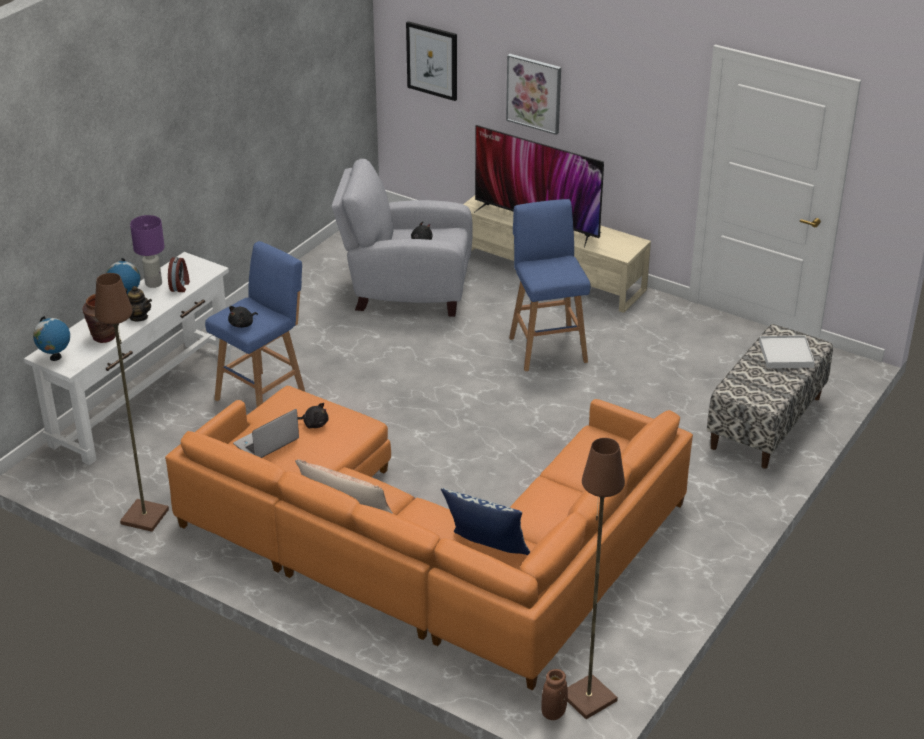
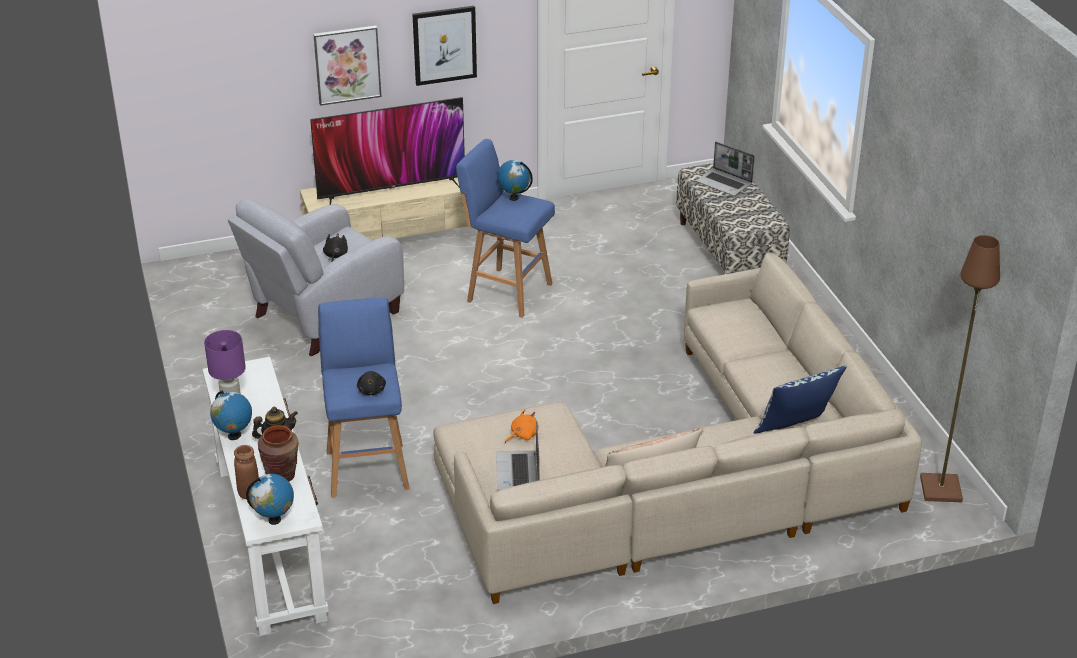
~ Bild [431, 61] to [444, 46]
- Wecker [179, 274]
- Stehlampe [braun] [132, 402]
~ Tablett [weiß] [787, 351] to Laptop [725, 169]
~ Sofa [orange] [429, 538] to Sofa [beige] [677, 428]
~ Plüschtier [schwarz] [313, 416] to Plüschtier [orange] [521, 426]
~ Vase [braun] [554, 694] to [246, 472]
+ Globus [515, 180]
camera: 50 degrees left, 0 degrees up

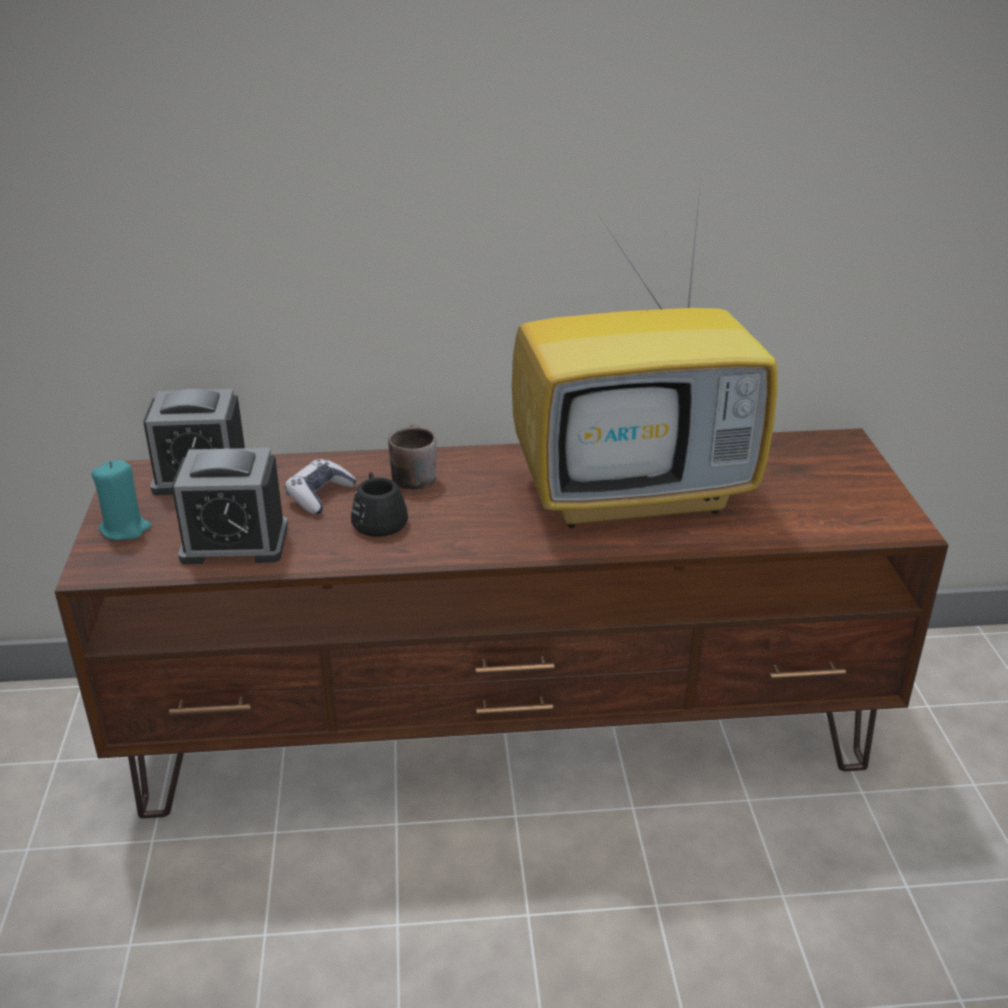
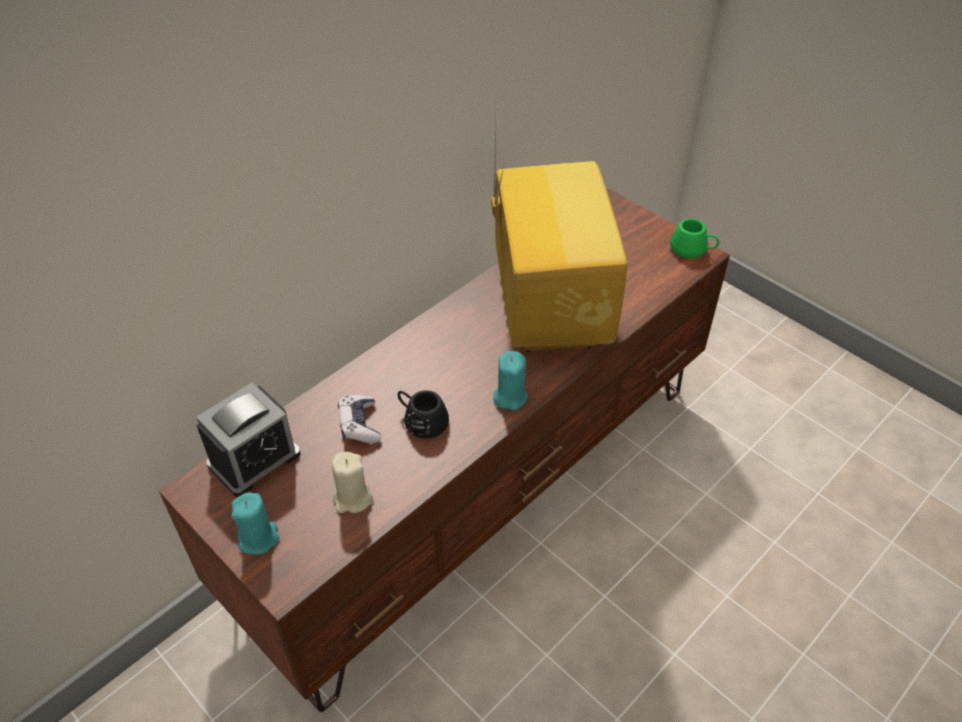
~ Fernseher [645, 354] = [559, 234] 45 degrees counterclockwise
- Henkelbecher [braun] [412, 457]
~ Wecker [229, 506] to Kerze [beige] [352, 482]
+ Henkelbecher [grün] [694, 238]
+ Kerze [türkis] [510, 380]
camera: 40 degrees left, 15 degrees up

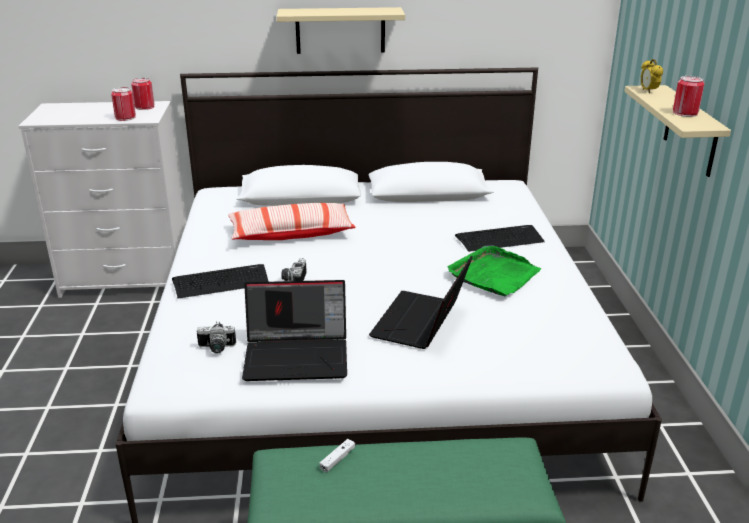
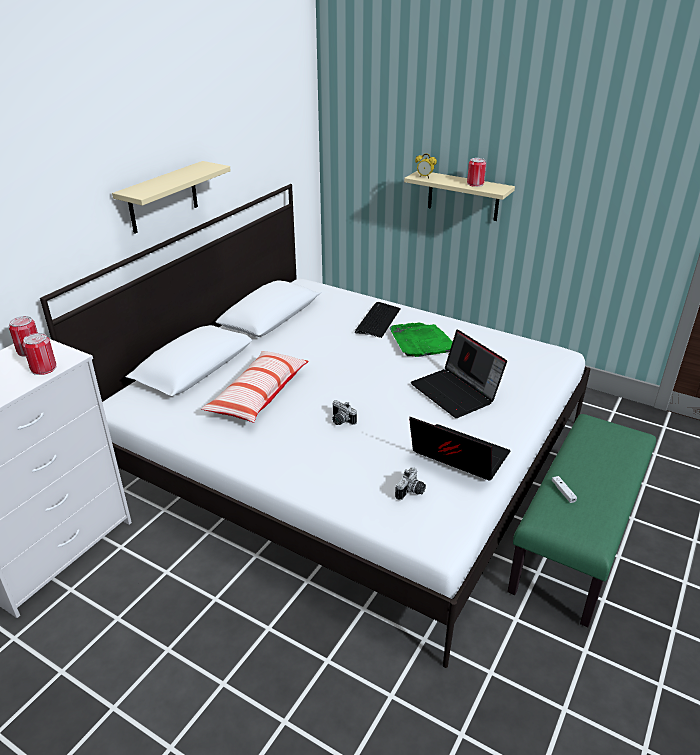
- Tastatur [220, 281]
~ Laptop [294, 330] = [459, 448] 90 degrees counterclockwise
camera: 55 degrees left, 5 degrees up

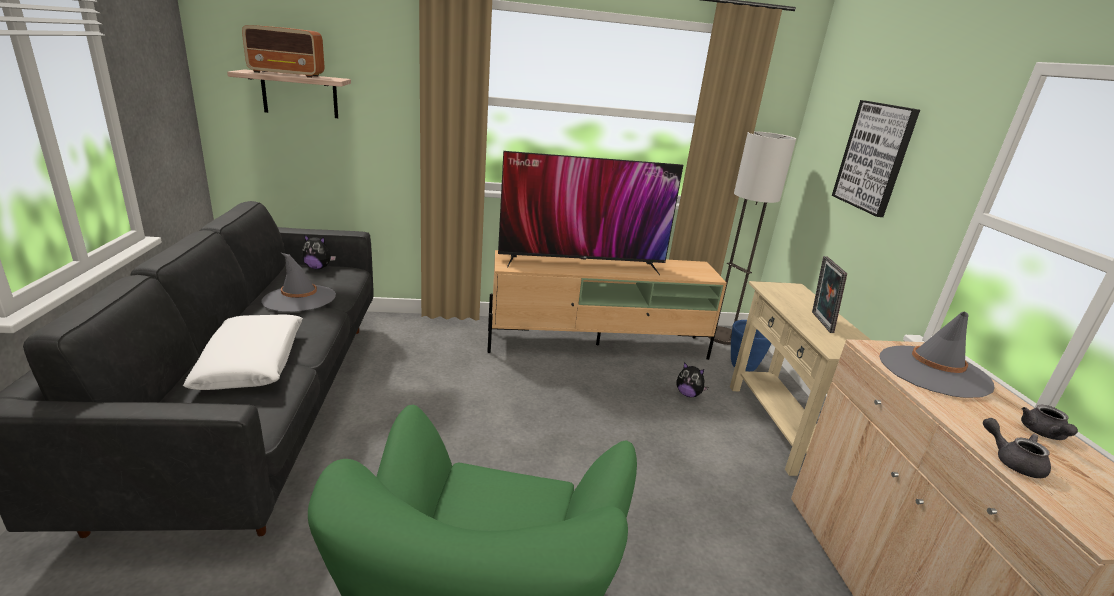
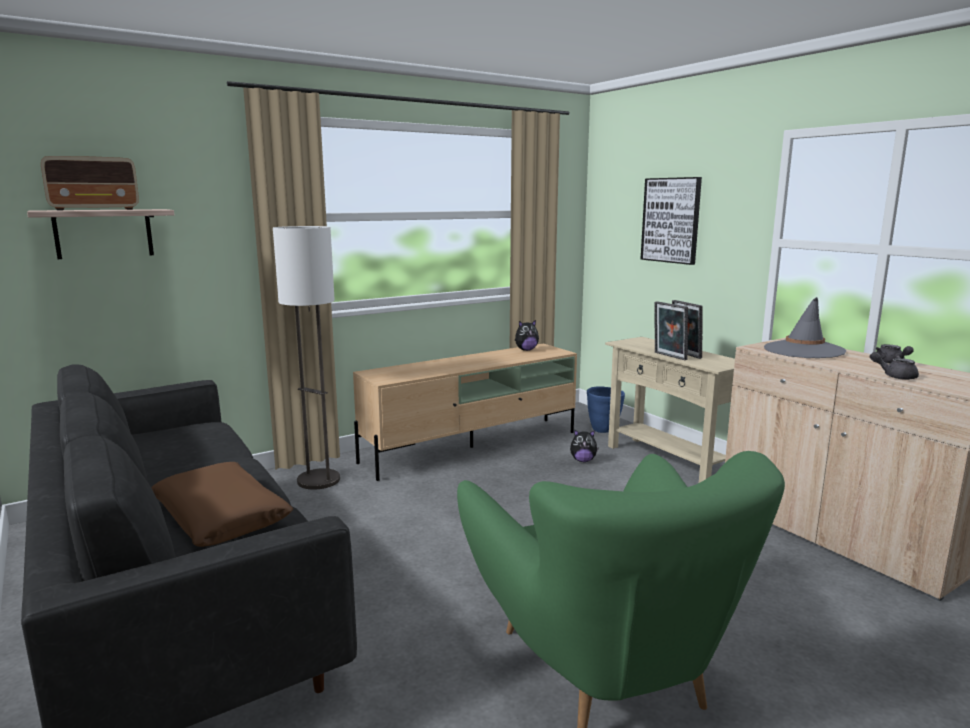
~ Stehlampe [752, 238] to [306, 358]
- Fernseher [590, 213]
~ Plüschtier [319, 252] to [527, 335]
- Hut [grau] [298, 282]
~ Kissen [weiß] [243, 352] to Kissen [braun] [222, 504]
+ Bilderrahmen [671, 330]
camera: 25 degrees left, 10 degrees down

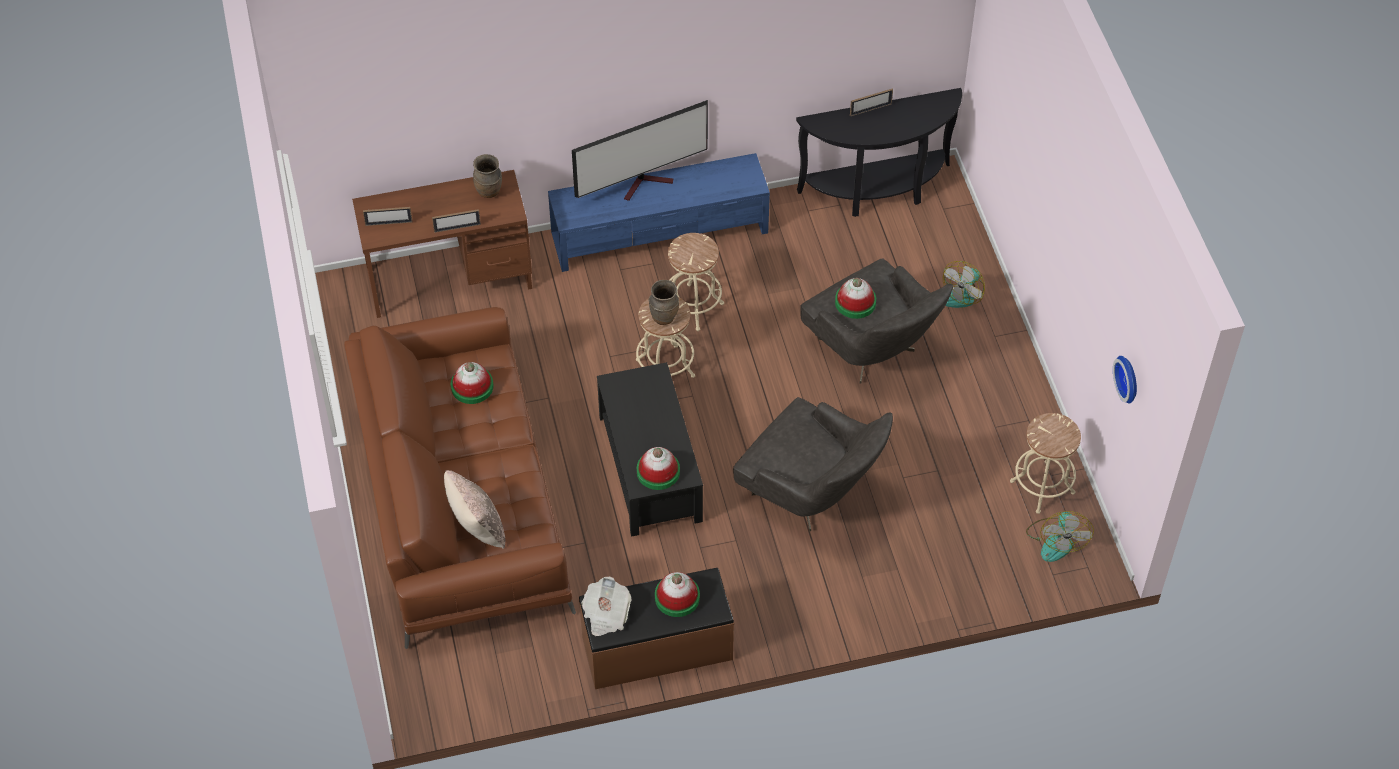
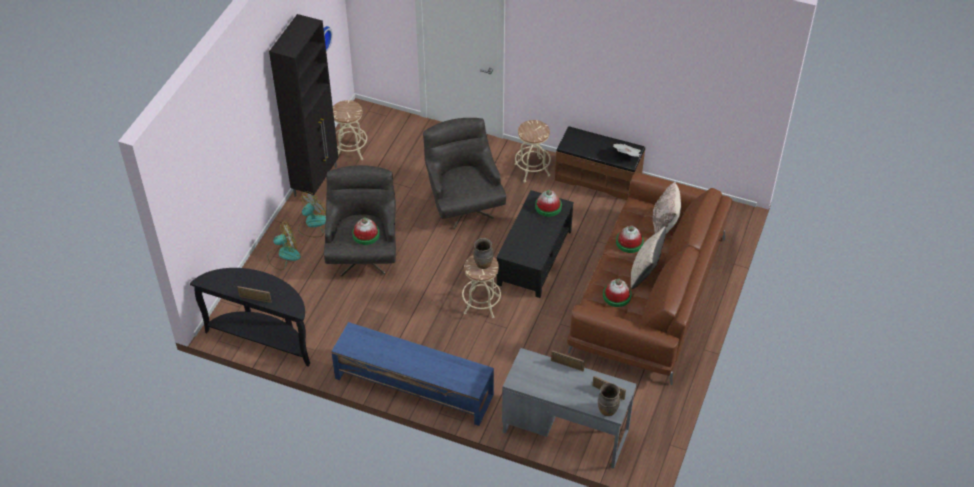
- Fernseher [640, 150]
~ Vase [braun] [487, 176] to [609, 399]
~ Schreibtisch [braun] [442, 244] to Schreibtisch [grau] [569, 408]
~ Hocker [beige] [696, 282] to [533, 151]
~ Ventilator [1060, 536] to [312, 214]
~ Hut [677, 594] to [630, 239]
+ Schrank [schwarz] [304, 107]
+ Kissen [beige] [648, 258]
camera: 145 degrees left, 5 degrees down

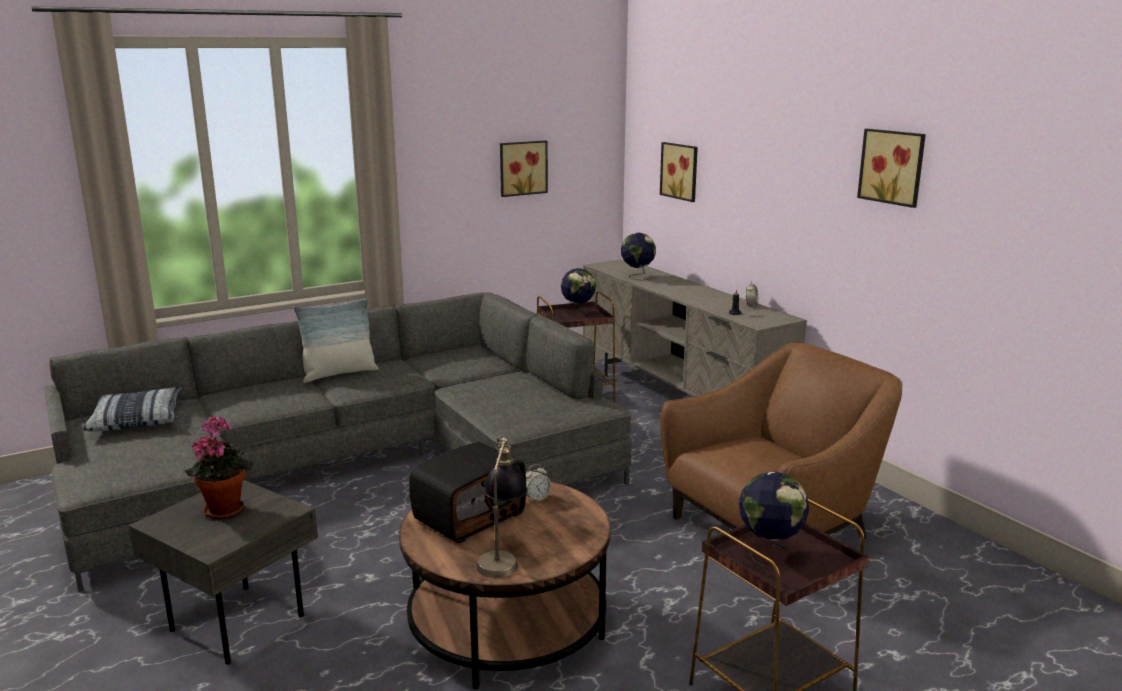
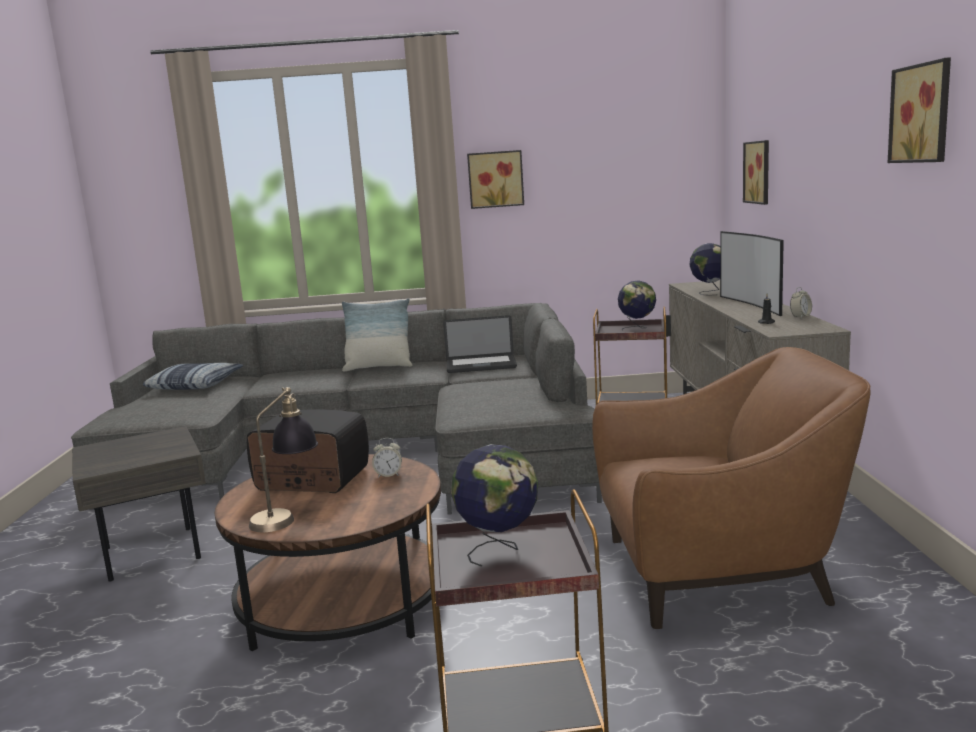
~ Bild [524, 169] to [495, 179]
- Topfpflanze [219, 467]
~ Radio [467, 492] = [308, 451] 150 degrees counterclockwise
+ Fernseher [752, 273]
+ Laptop [480, 344]
camera: 30 degrees right, 5 degrees down

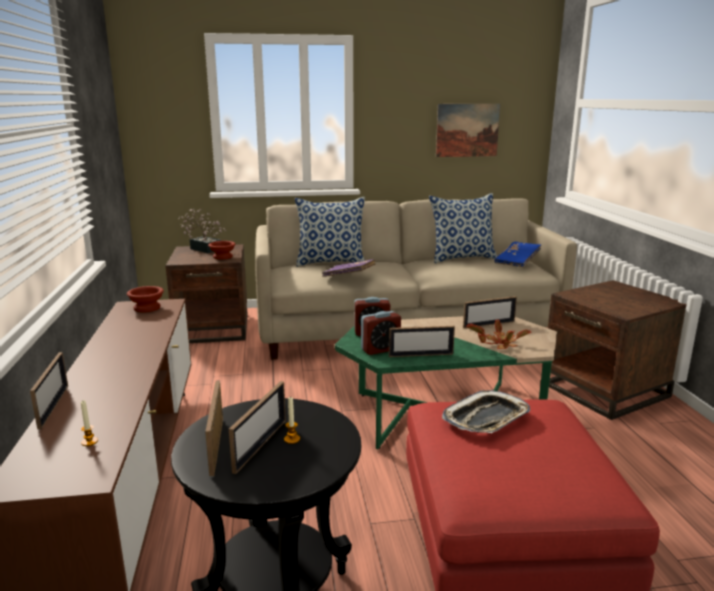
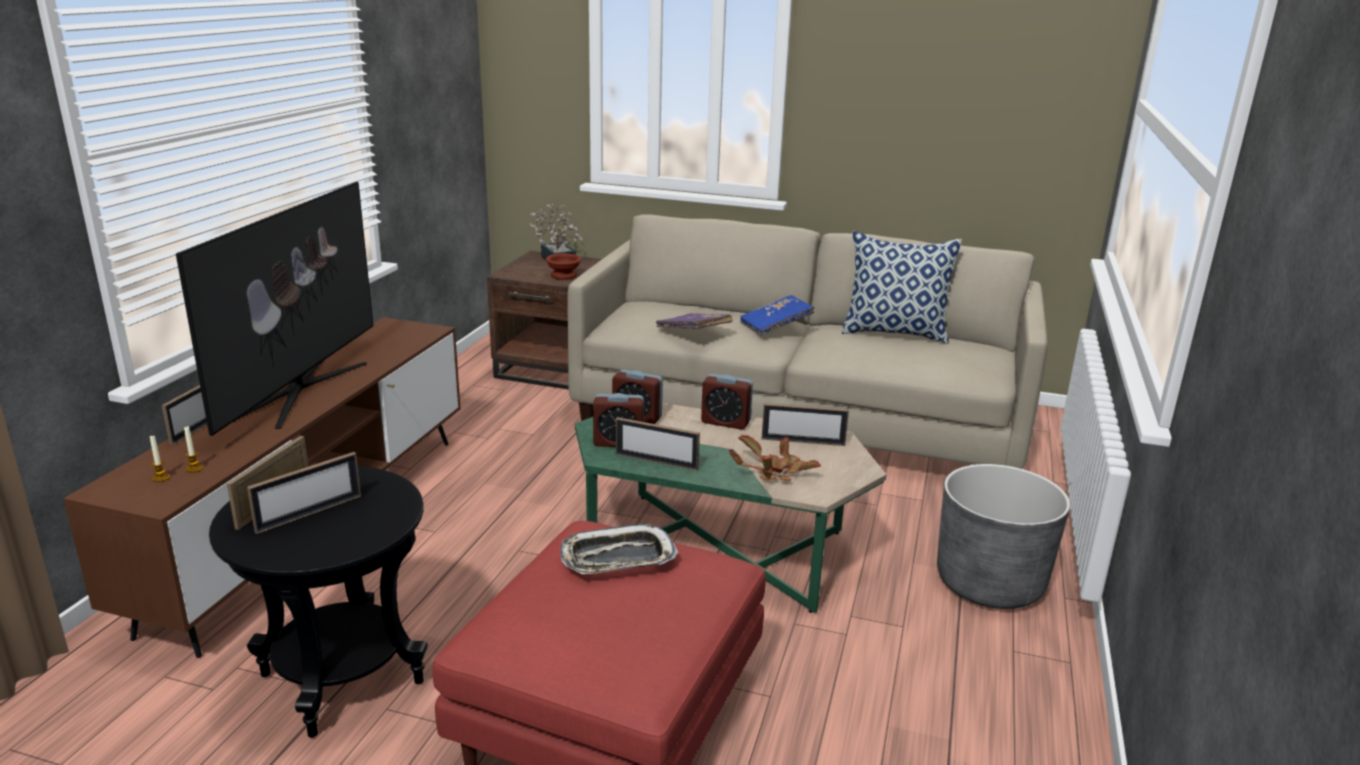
- Bild [468, 130]
- Kissen [330, 232]
~ Buch [blau] [517, 254] to [777, 315]
~ Beistelltisch [braun] [617, 350] to Pflanzkübel [grau] [1003, 536]
- Schüssel [braun] [145, 299]
~ Kerze [292, 420] to [160, 459]
+ Fernseher [274, 309]
+ Wecker [727, 402]
camera: 25 degrees right, 5 degrees up

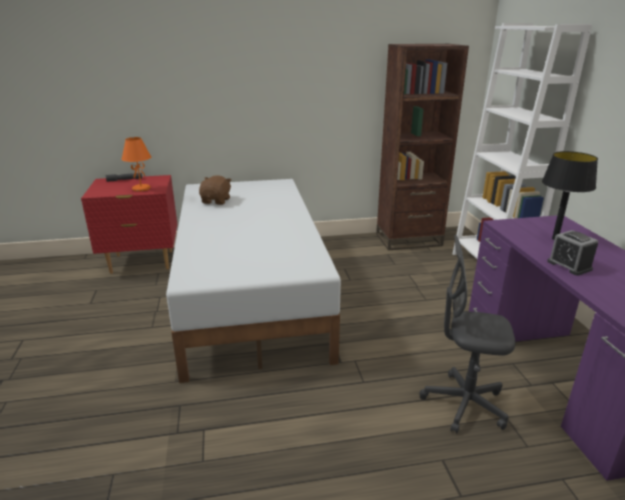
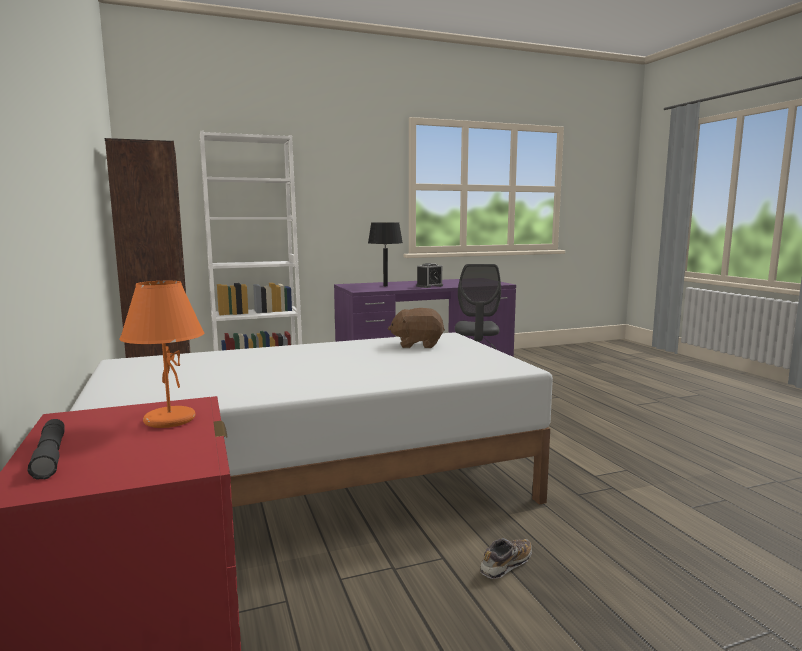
~ Plüschtier [braun] [215, 190] to [416, 328]
+ Schuh [506, 559]
camera: 100 degrees left, 15 degrees down

